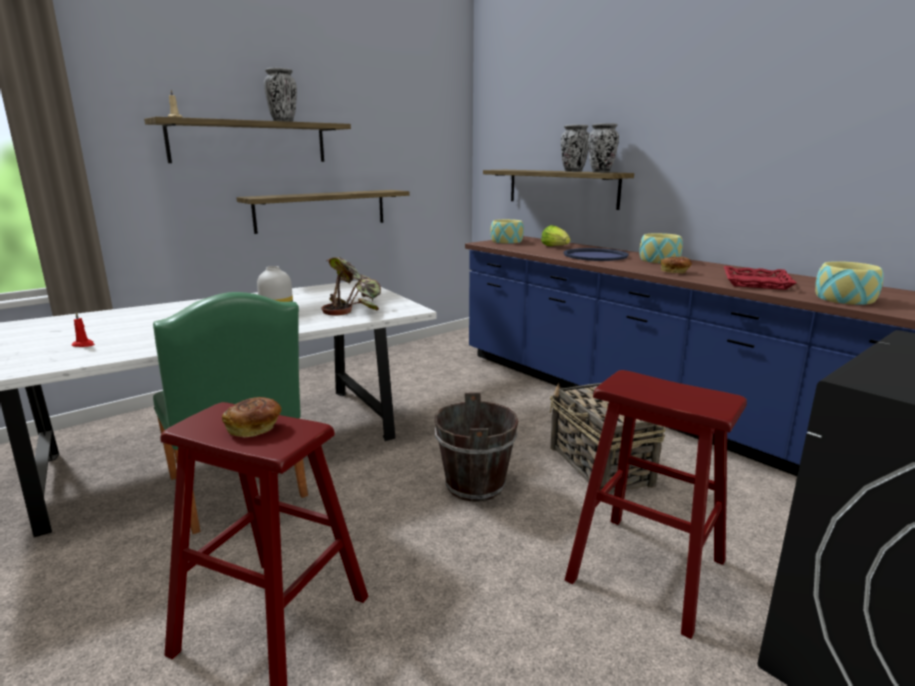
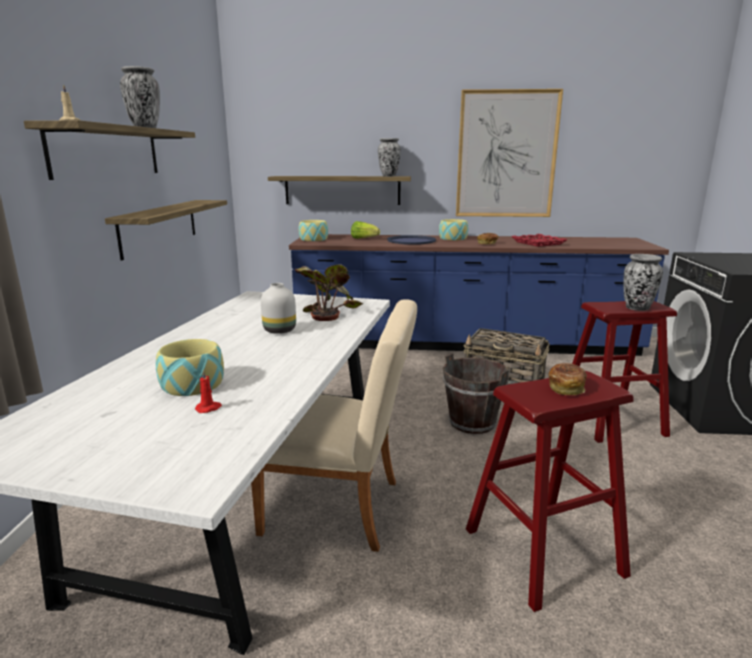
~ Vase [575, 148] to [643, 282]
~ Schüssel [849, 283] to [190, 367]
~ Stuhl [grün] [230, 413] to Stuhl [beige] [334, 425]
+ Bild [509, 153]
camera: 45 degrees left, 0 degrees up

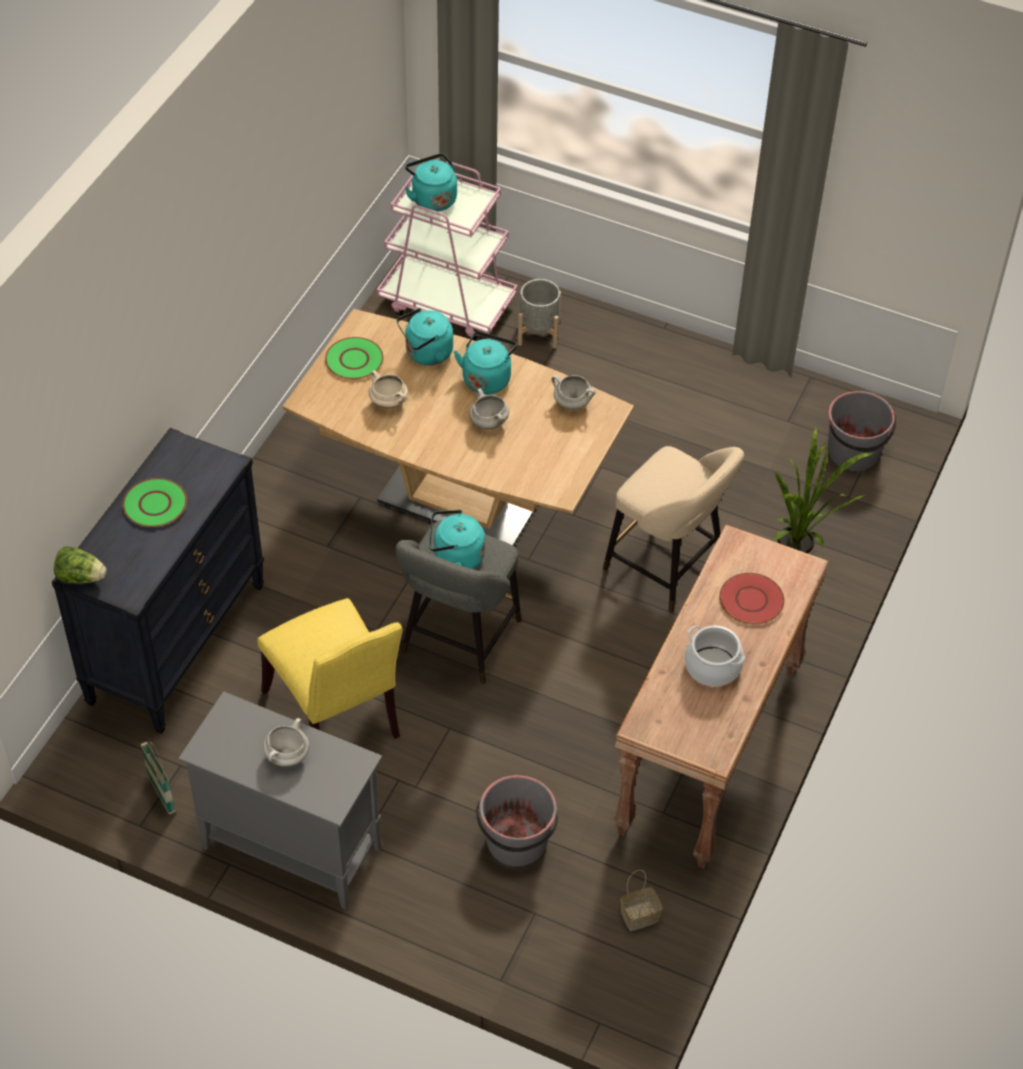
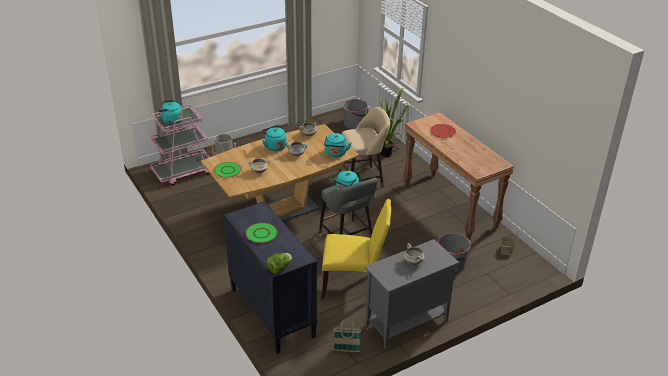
~ Wasserkessel [türkis] [425, 336] to [337, 145]
- Kochtopf [715, 656]
camera: 55 degrees left, 15 degrees down

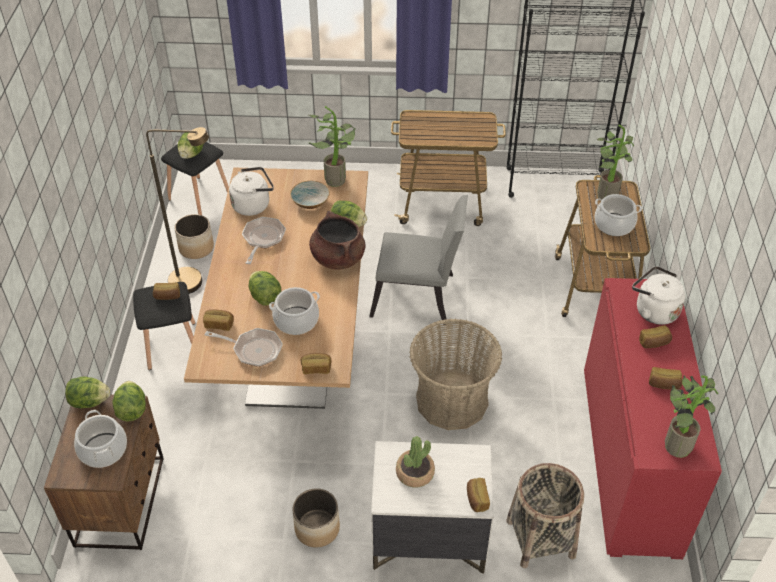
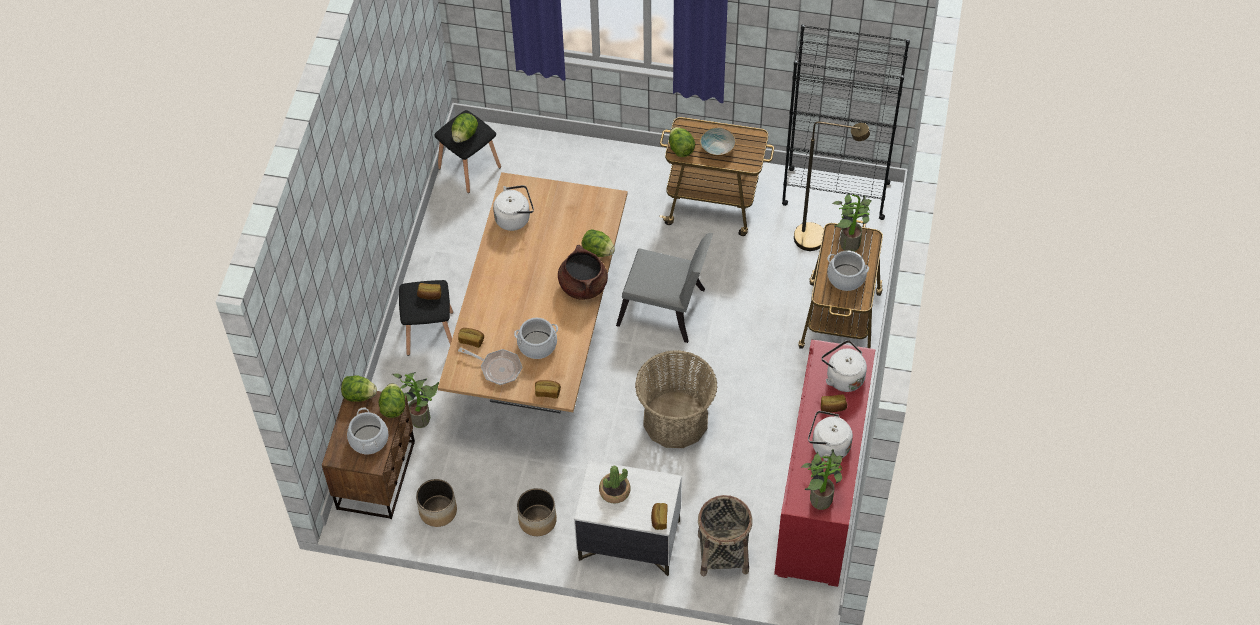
~ Topfpflanze [332, 146] to [415, 400]
~ Stehlampe [braun] [177, 210] to [832, 186]
~ Schüssel [310, 195] to [718, 142]
~ Pflanzkübel [194, 236] to [436, 503]
- Pfanne [264, 240]
~ Salatkopf [265, 288] to [682, 142]
~ Brot [665, 378] to Wasserkessel [weiß] [830, 436]
camera: 10 degrees right, 10 degrees up

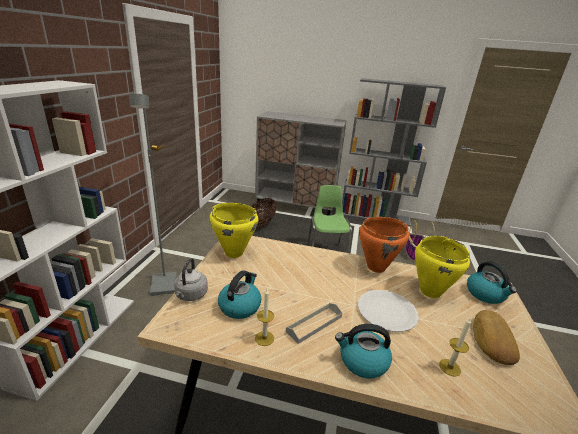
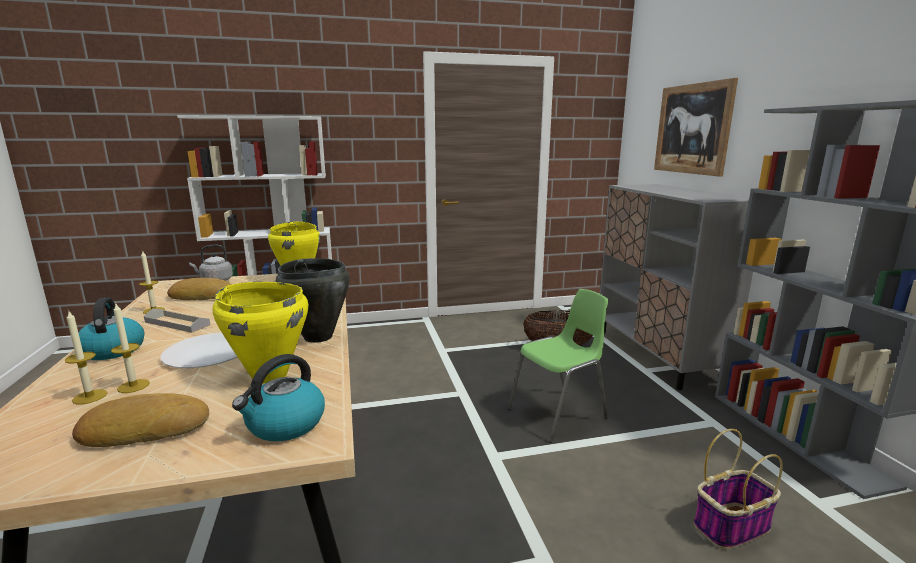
- Stehlampe [grau] [153, 195]
~ Kochtopf [orange] [384, 245] to Kochtopf [schwarz] [312, 300]
~ Wasserkessel [239, 294] to Brot [199, 289]
+ Bild [696, 127]
+ Kerze [130, 348]
camera: 65 degrees right, 10 degrees down

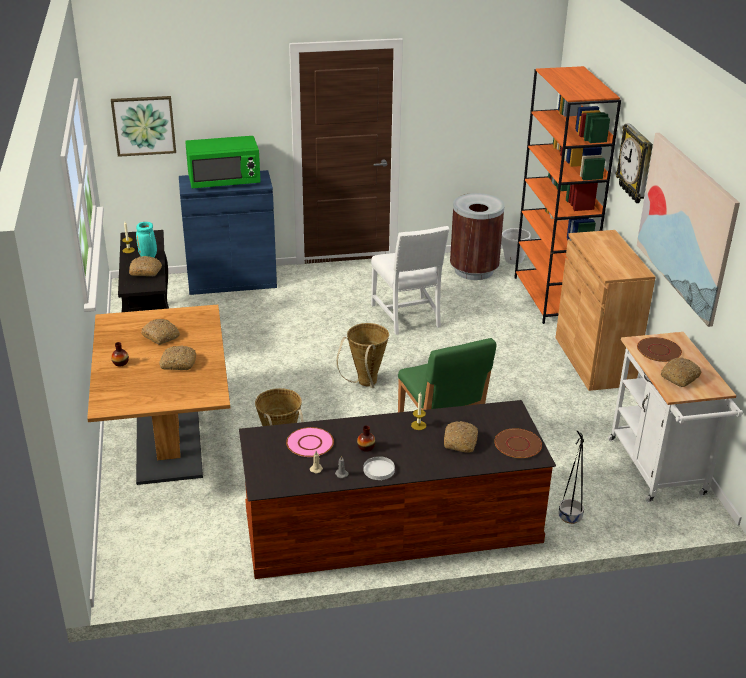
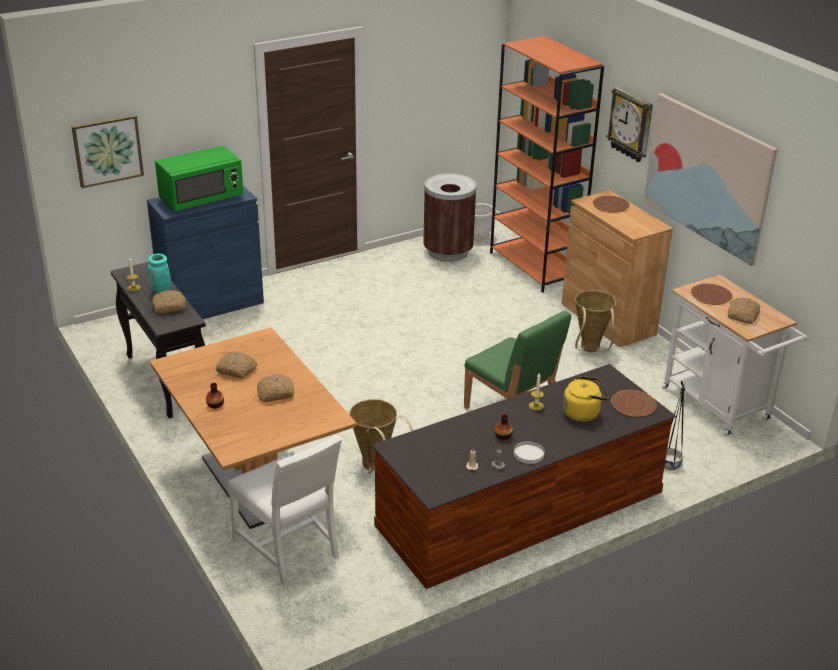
~ Stuhl [weiß] [410, 280] to [284, 510]
~ Korb [363, 355] to [595, 321]
~ Brot [461, 437] to Wasserkessel [gelb] [585, 399]
- Teller [rosa] [310, 442]
+ Teller [braun] [611, 204]
camera: 20 degrees left, 0 degrees up

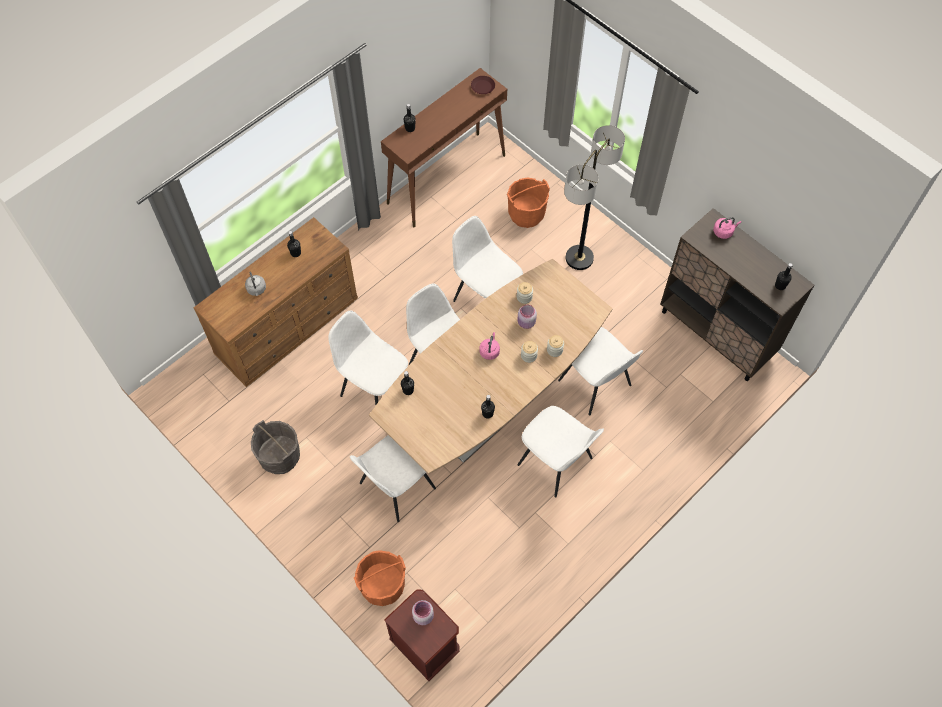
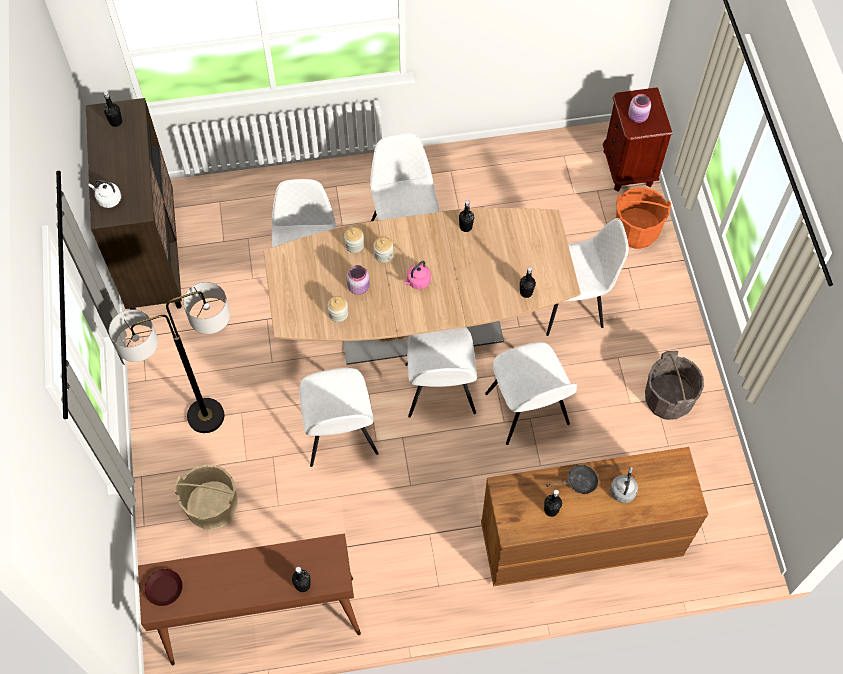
~ Eimer [orange] [528, 203] to Eimer [beige] [206, 497]
~ Wasserkessel [rosa] [727, 228] to Wasserkessel [weiß] [105, 194]
+ Pfanne [schwarz] [572, 479]
camera: 145 degrees left, 0 degrees up

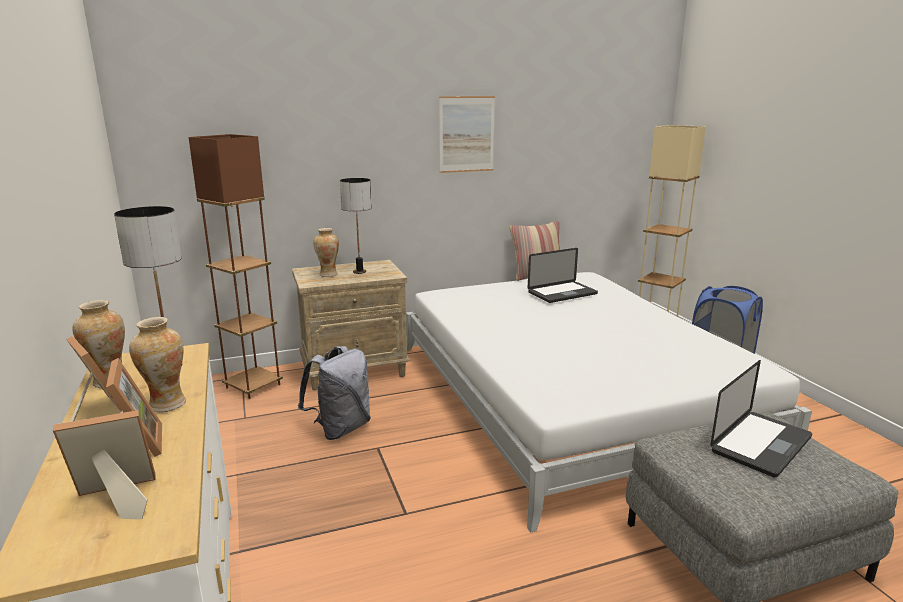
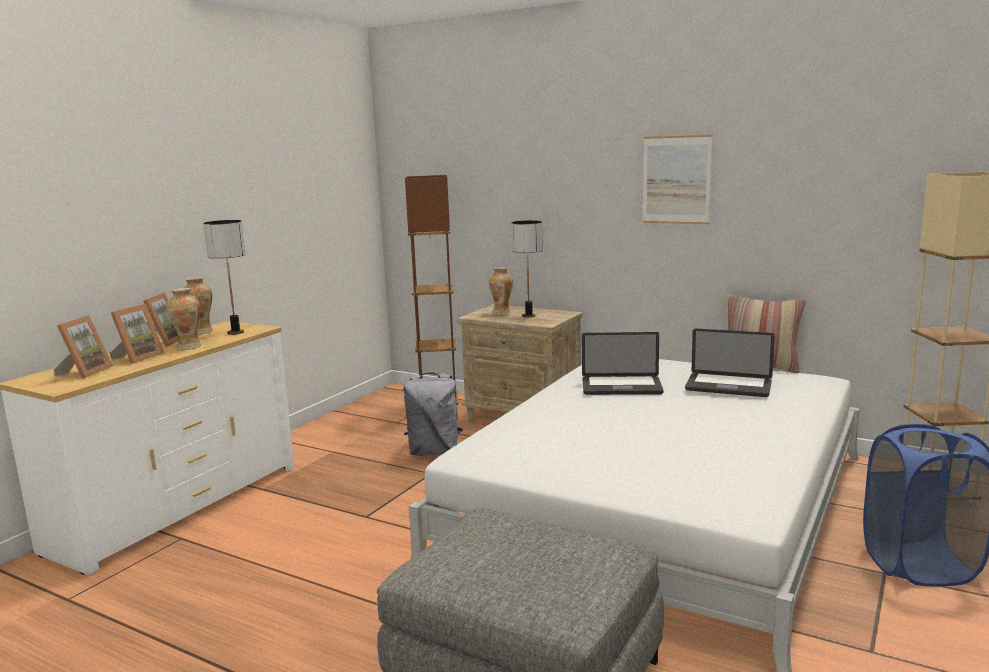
~ Laptop [761, 419] to [623, 363]
~ Bilderrahmen [104, 465] = [83, 347] 75 degrees clockwise
camera: 50 degrees right, 5 degrees down

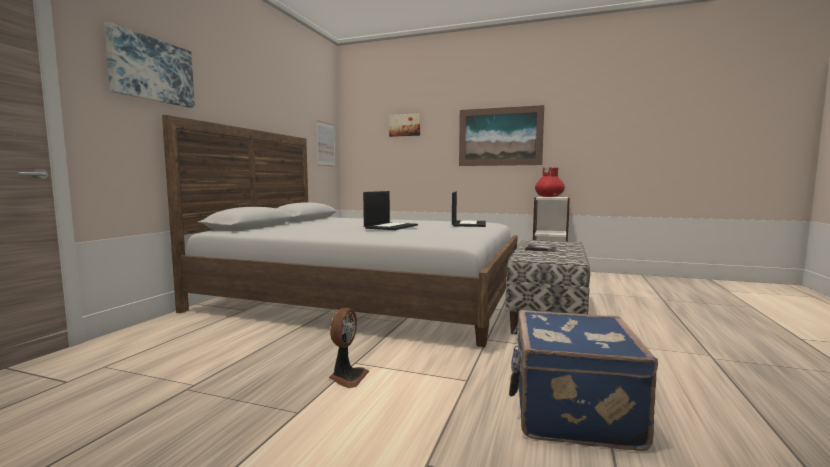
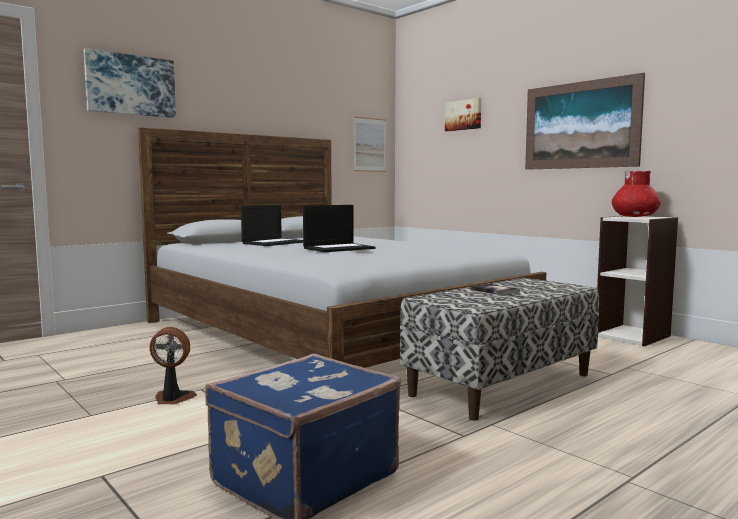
~ Laptop [469, 209] to [272, 225]
~ Ventilator [349, 348] = [173, 365] 135 degrees counterclockwise
camera: 30 degrees right, 0 degrees up

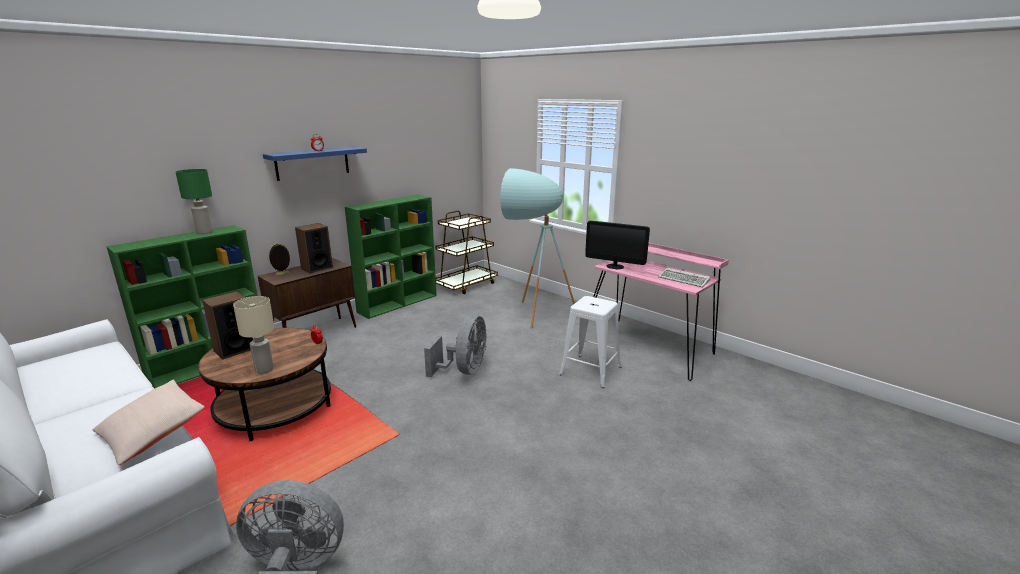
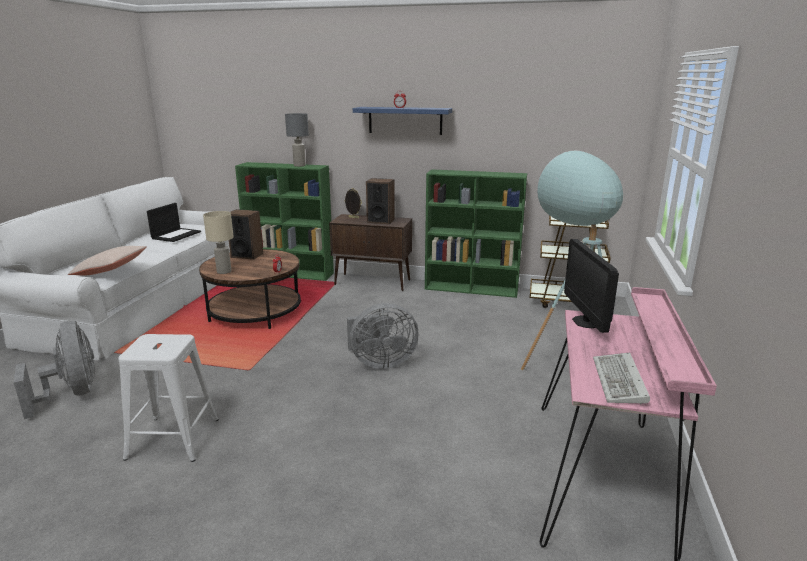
~ Tischlampe [grün] [194, 201] to Tischlampe [grau] [297, 140]
~ Hocker [weiß] [590, 342] to [168, 398]
+ Laptop [174, 222]
camera: 60 degrees right, 0 degrees up

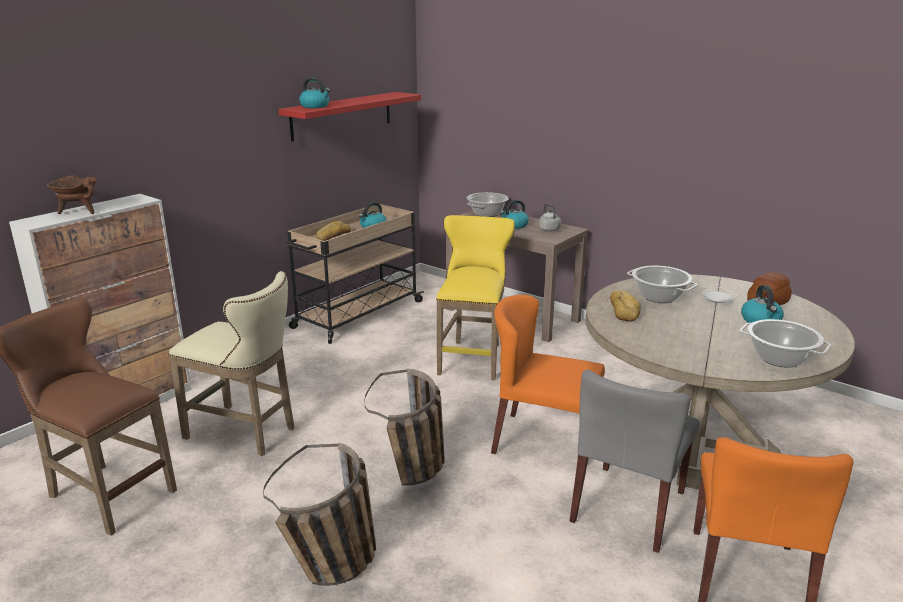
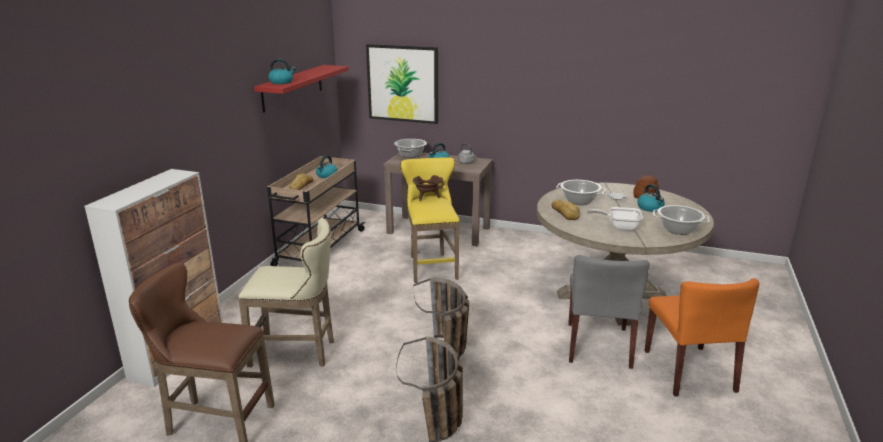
~ Kochtopf [braun] [71, 194] to [428, 188]
- Stuhl [orange] [548, 374]
+ Bild [402, 84]
+ Pfanne [615, 219]
camera: 20 degrees left, 0 degrees up

